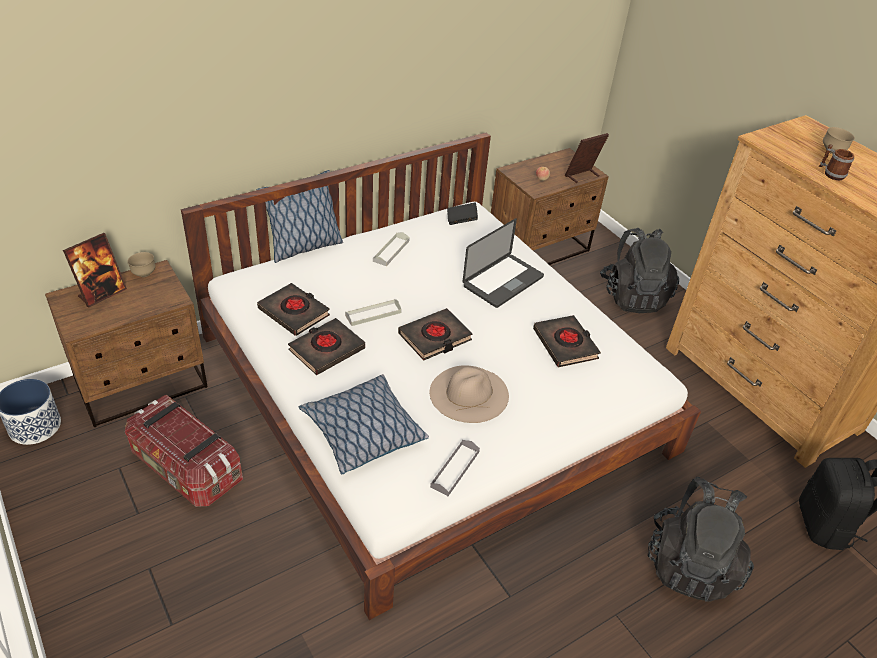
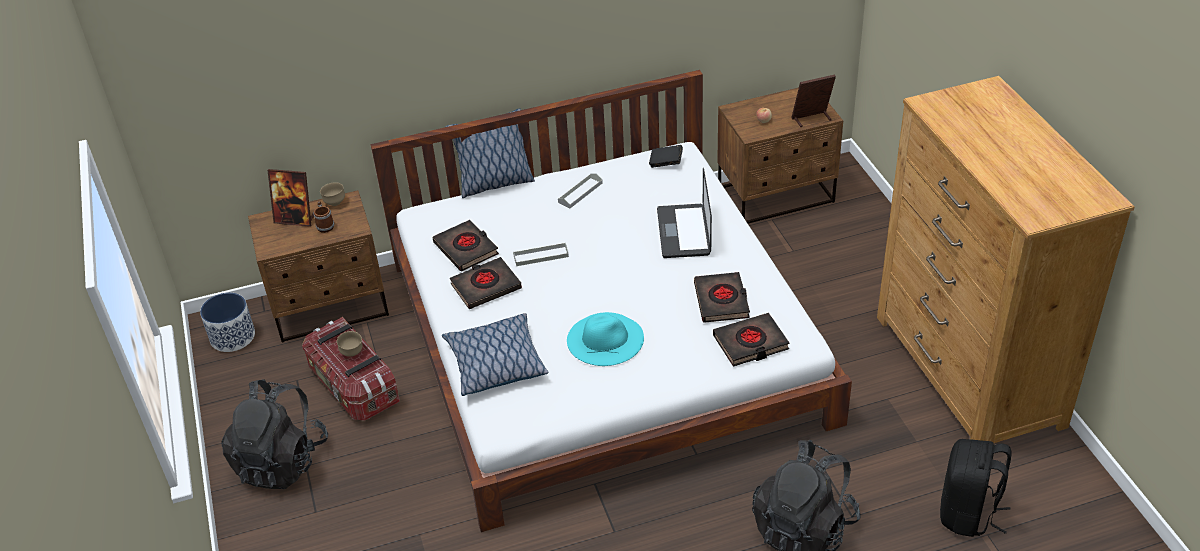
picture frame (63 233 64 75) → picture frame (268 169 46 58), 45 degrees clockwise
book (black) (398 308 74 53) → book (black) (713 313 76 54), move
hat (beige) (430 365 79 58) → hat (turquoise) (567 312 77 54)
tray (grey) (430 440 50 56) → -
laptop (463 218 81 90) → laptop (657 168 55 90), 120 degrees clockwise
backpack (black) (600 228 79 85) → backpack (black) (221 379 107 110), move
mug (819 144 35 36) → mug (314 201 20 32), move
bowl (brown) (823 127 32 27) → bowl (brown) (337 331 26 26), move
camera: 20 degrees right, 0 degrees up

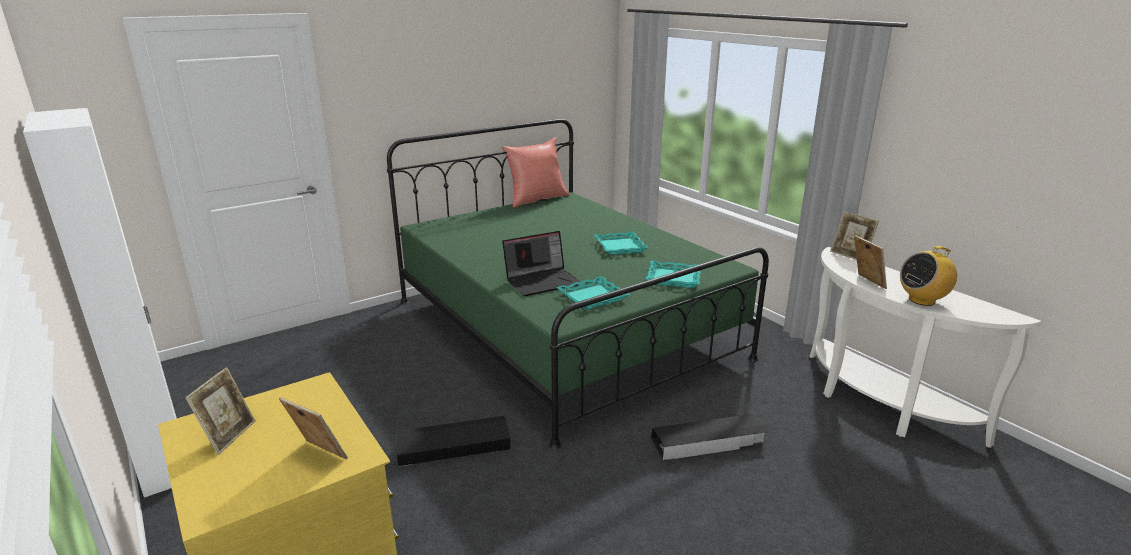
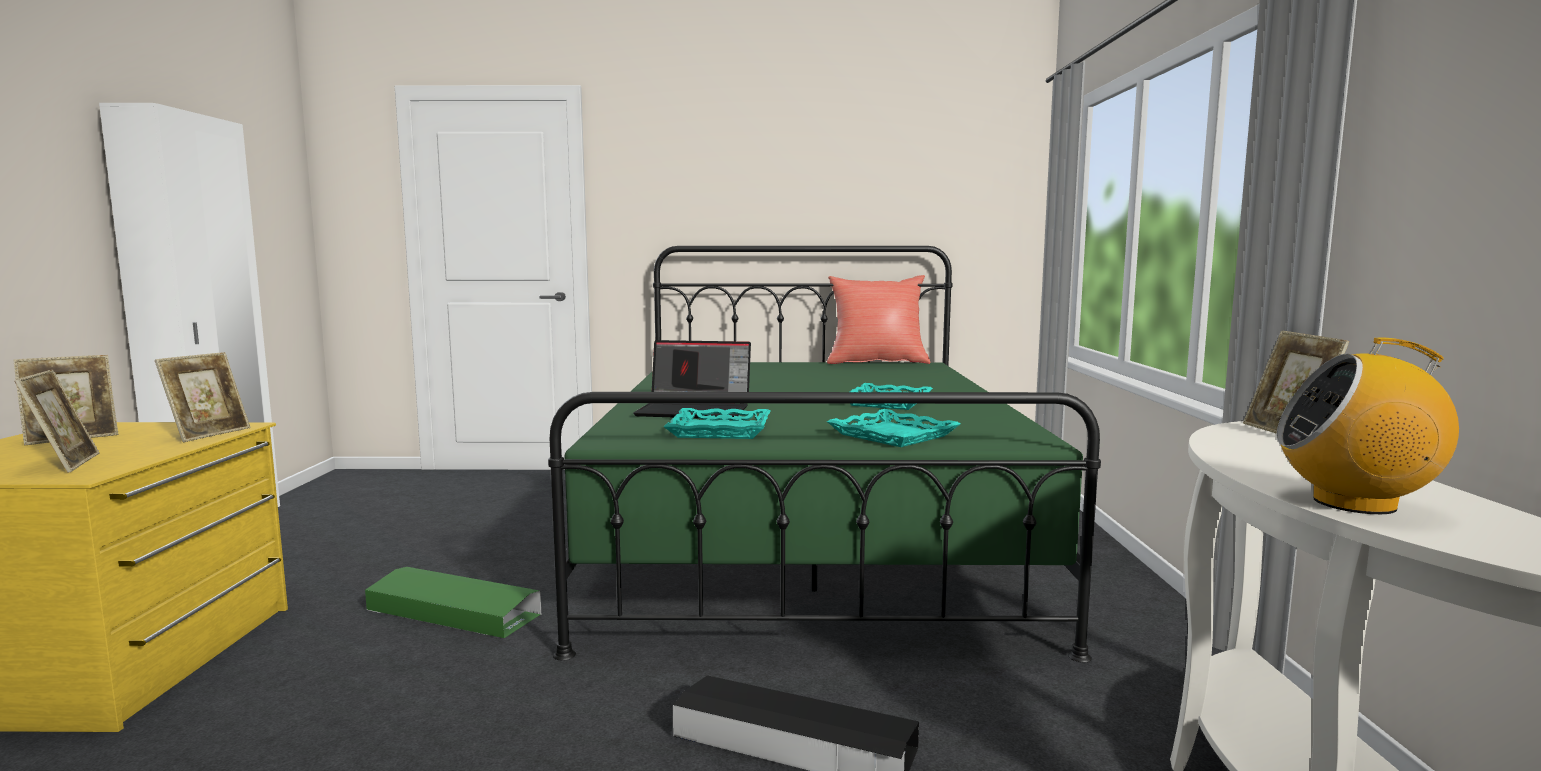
storage box (black) (396 416 115 51) → storage box (green) (365 567 176 71)
picture frame (854 235 33 54) → picture frame (155 352 95 90), move
camera: 35 degrees right, 15 degrees down

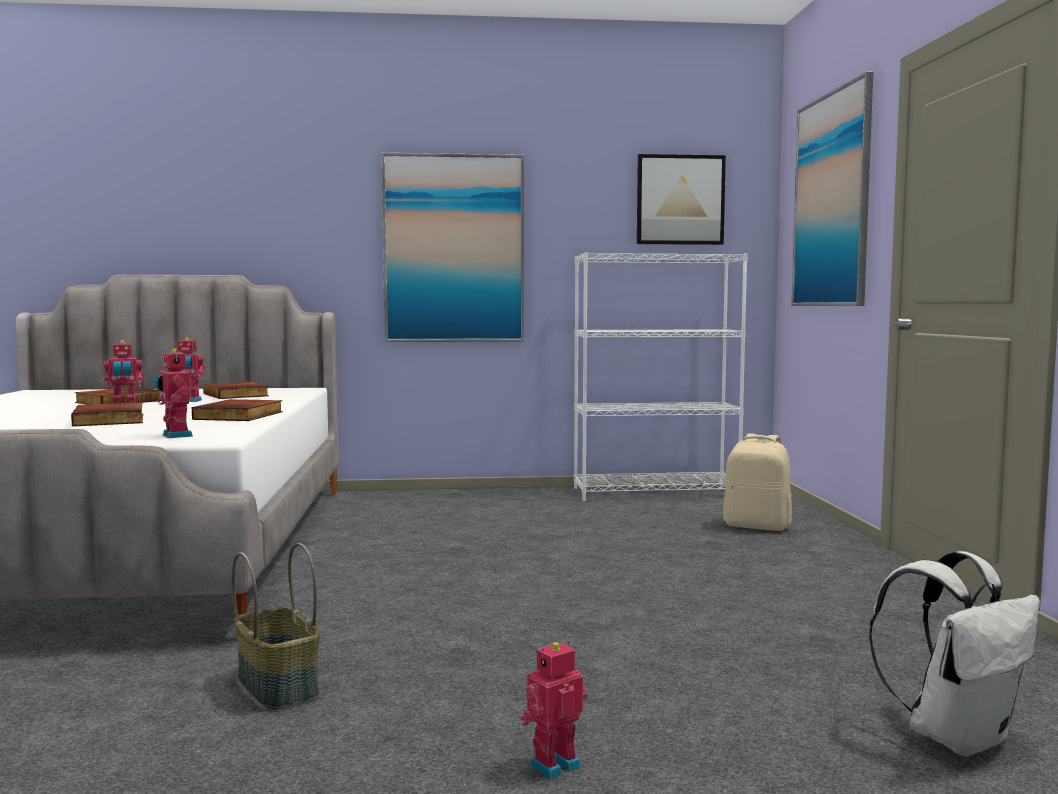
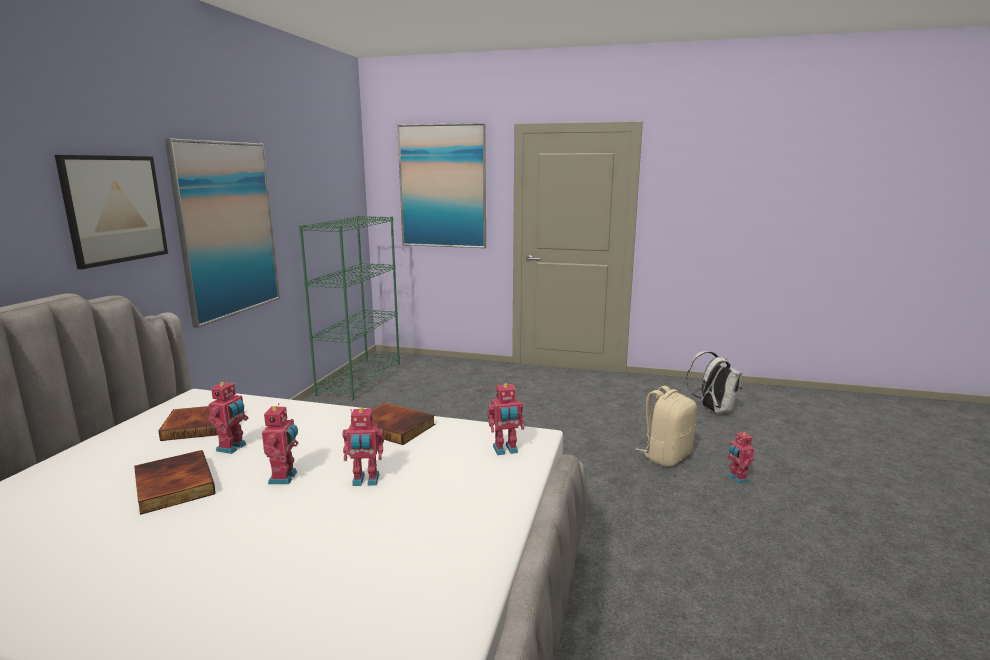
book (71 402 72 25) → toy robot (342 408 42 78)
basket (232 543 88 167) → -
bookcase (white) (574 252 174 249) → bookcase (green) (299 216 101 184)
picture (637 154 89 91) → picture (55 155 113 114), move
backpack (beige) (723 433 69 98) → backpack (beige) (635 386 62 81), move
camera: 70 degrees left, 10 degrees up

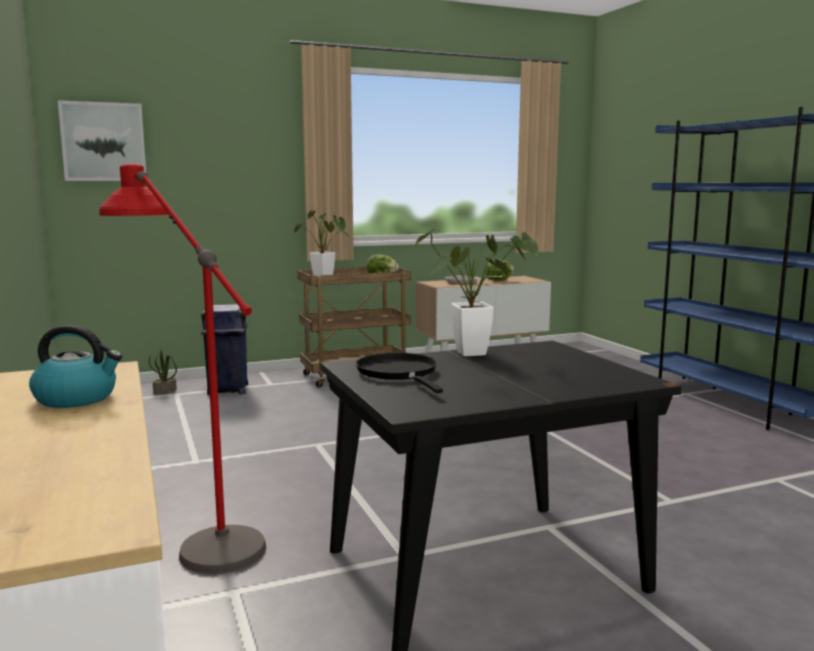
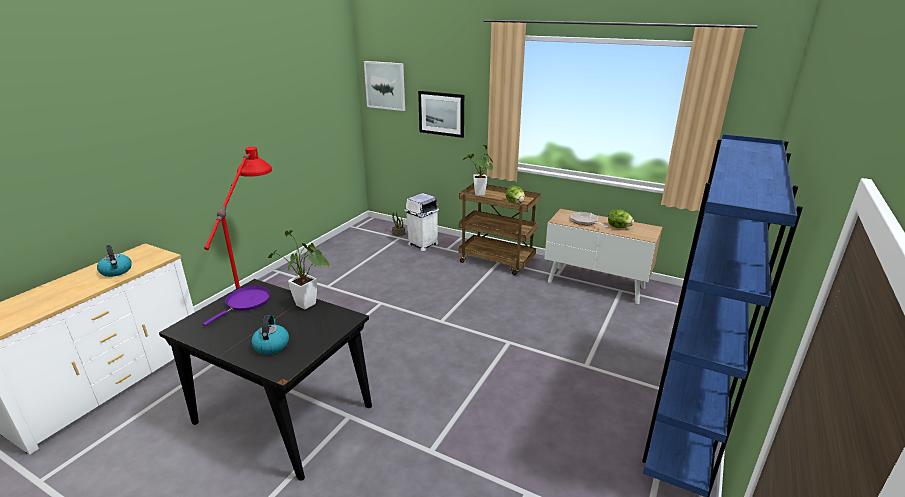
trash can (blue) (201 304 47 91) → trash can (white) (404 193 35 58)
frying pan (black) (356 353 87 40) → frying pan (purple) (203 286 67 40)
- → kettle (251 315 38 40)
- → picture (418 91 46 47)
camera: 50 degrees right, 15 degrees up

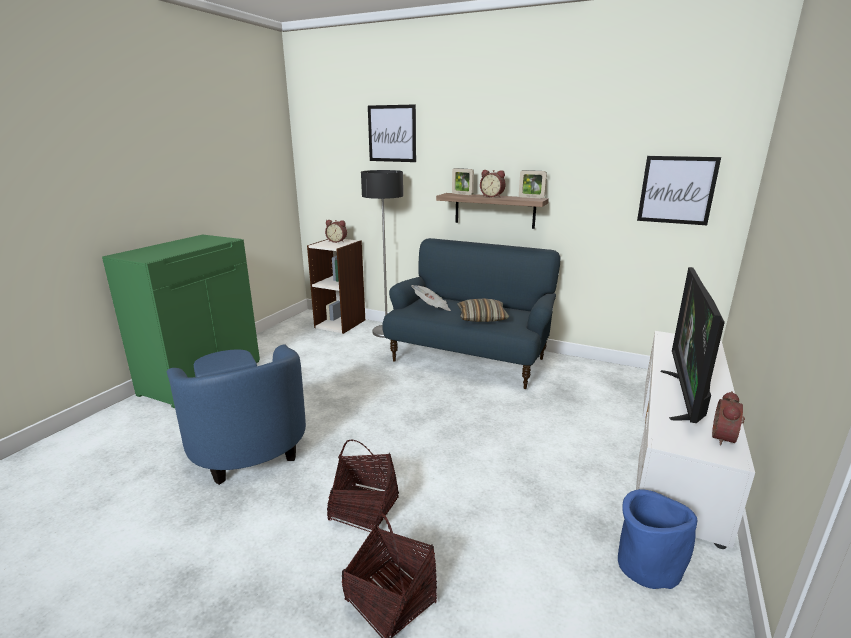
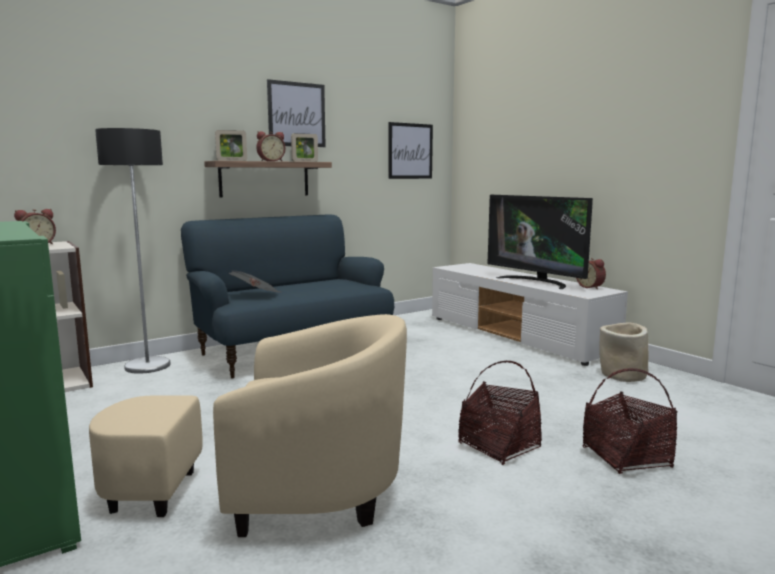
armchair (blue) (167 345 139 140) → armchair (beige) (89 314 318 223)
picture (368 104 48 58) → picture (267 79 59 68), move
pillow (457 299 52 23) → -
planter (blue) (618 489 79 100) → planter (beige) (599 322 49 60)
camera: 60 degrees left, 10 degrees down

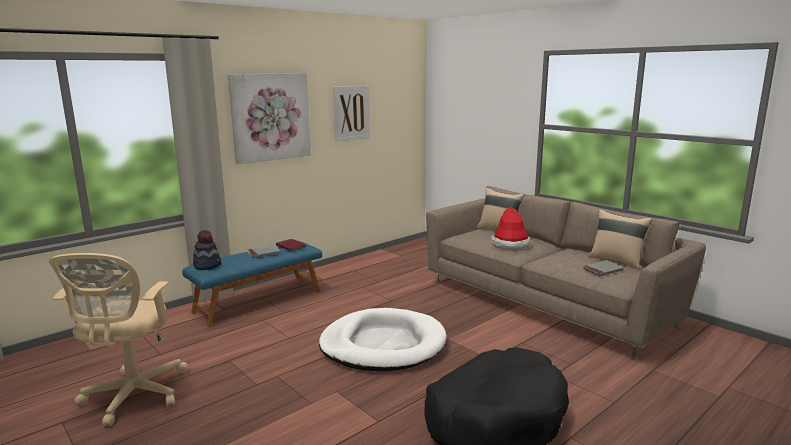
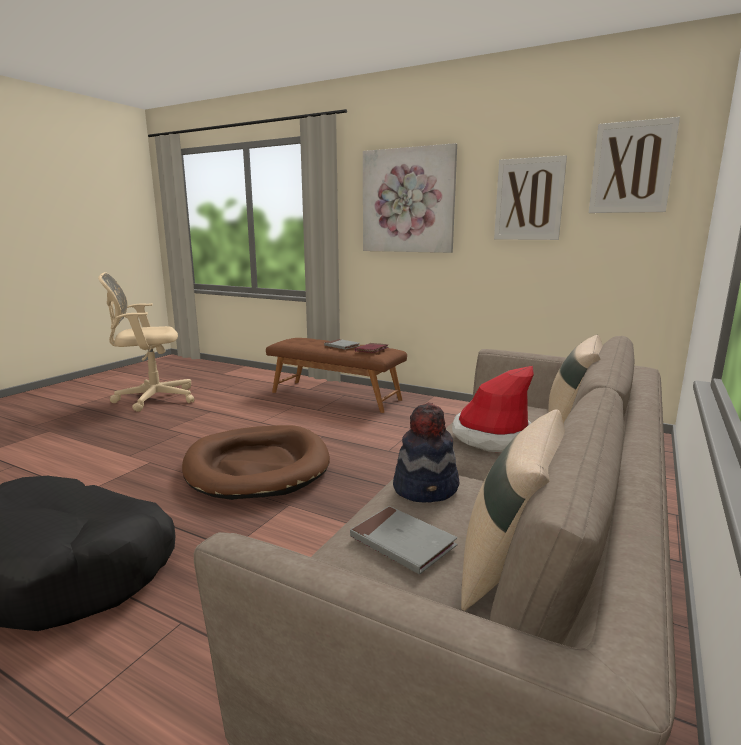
bench (blue) (182 241 140 86) → bench (brown) (266 338 141 75)
hat (193 230 28 40) → hat (393 402 67 100), move
dog bed (white) (319 308 128 63) → dog bed (brown) (182 425 148 75)
- → picture (589 117 91 96)
camera: 70 degrees right, 0 degrees up

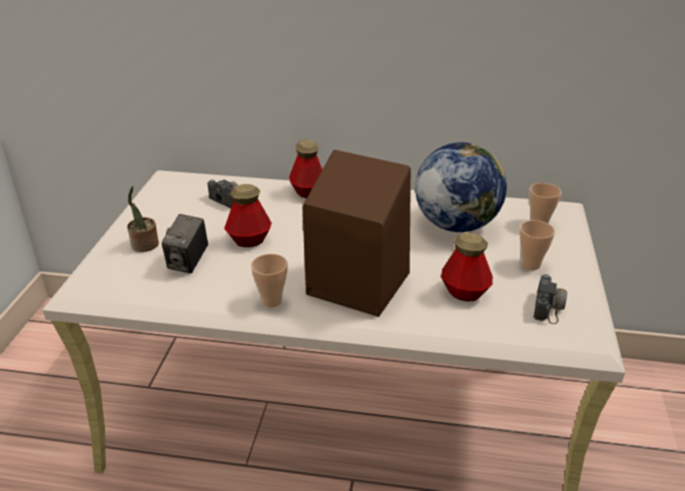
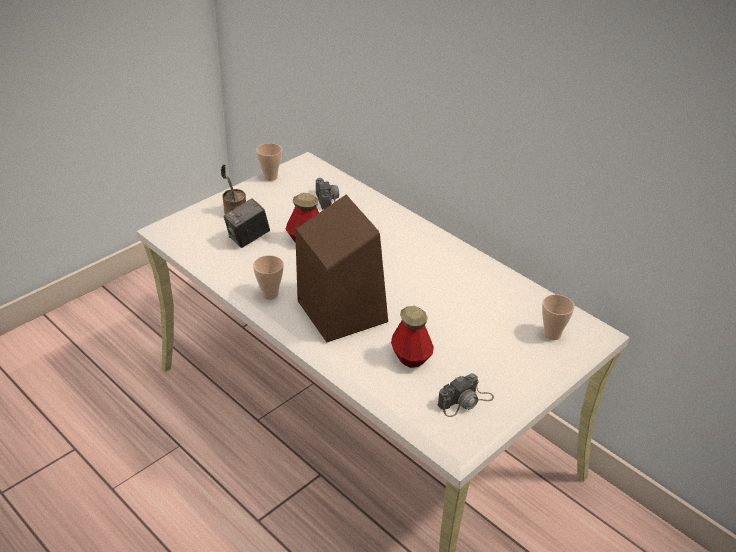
bottle (289 140 33 58) → -
globe (415 142 92 90) → -
cup (520 220 35 50) → cup (256 143 26 38), move
camera: 35 degrees right, 5 degrees up

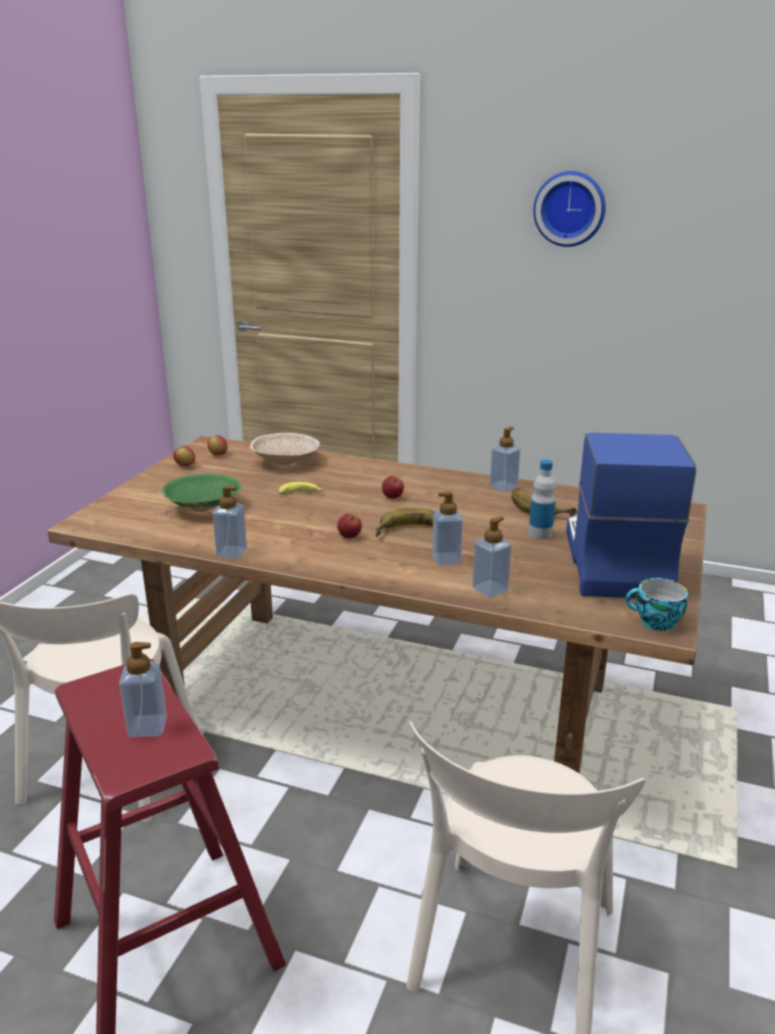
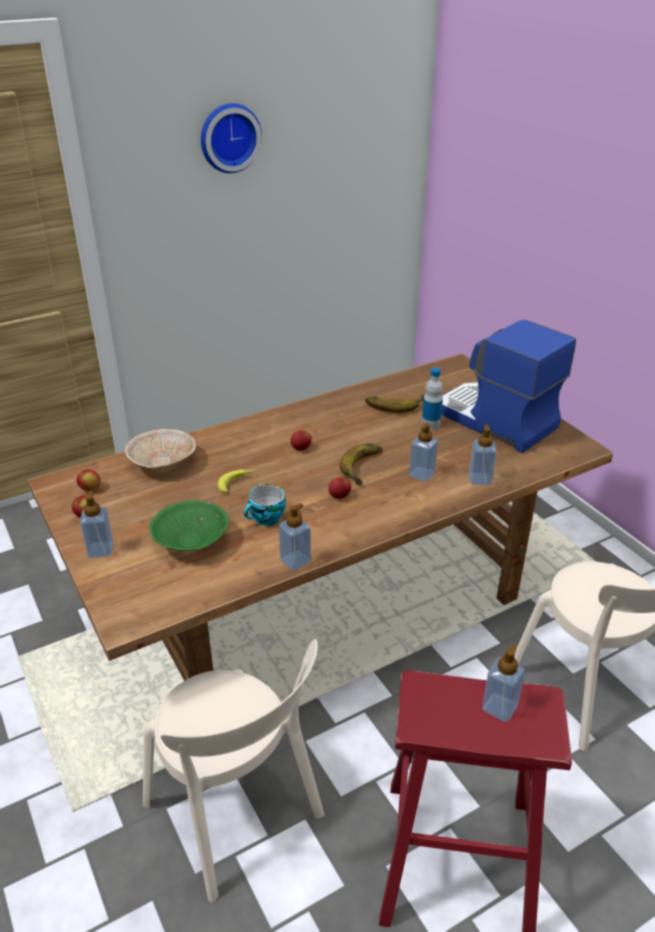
soap dispenser (490 427 30 65) → soap dispenser (80 491 34 67), move
cup (626 578 62 53) → cup (244 484 42 42), move
camera: 50 degrees left, 10 degrees up

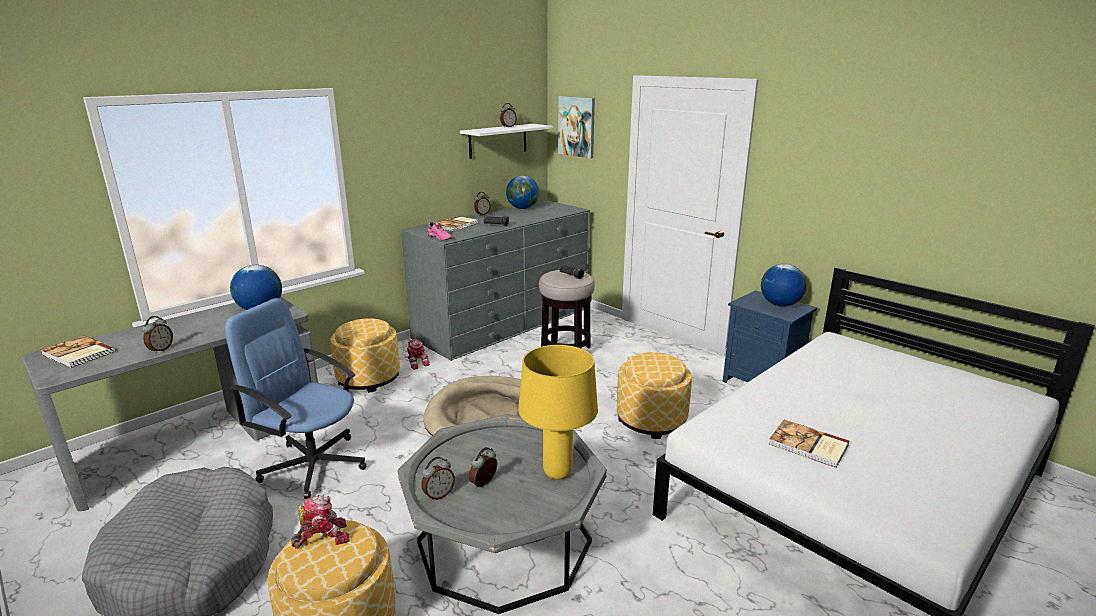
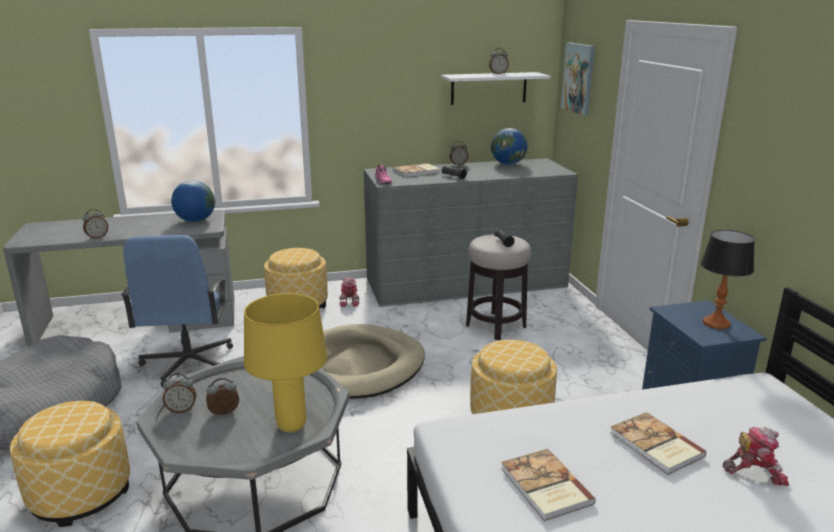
book (40 335 75 33) → book (610 412 97 63), move
office chair (blue) (225 298 142 201) → office chair (blue) (121 235 112 152), 150 degrees counterclockwise
toy robot (291 495 59 54) → toy robot (723 427 66 59), move
globe (761 264 46 43) → table lamp (701 230 54 99)
camera: 30 degrees right, 0 degrees up

